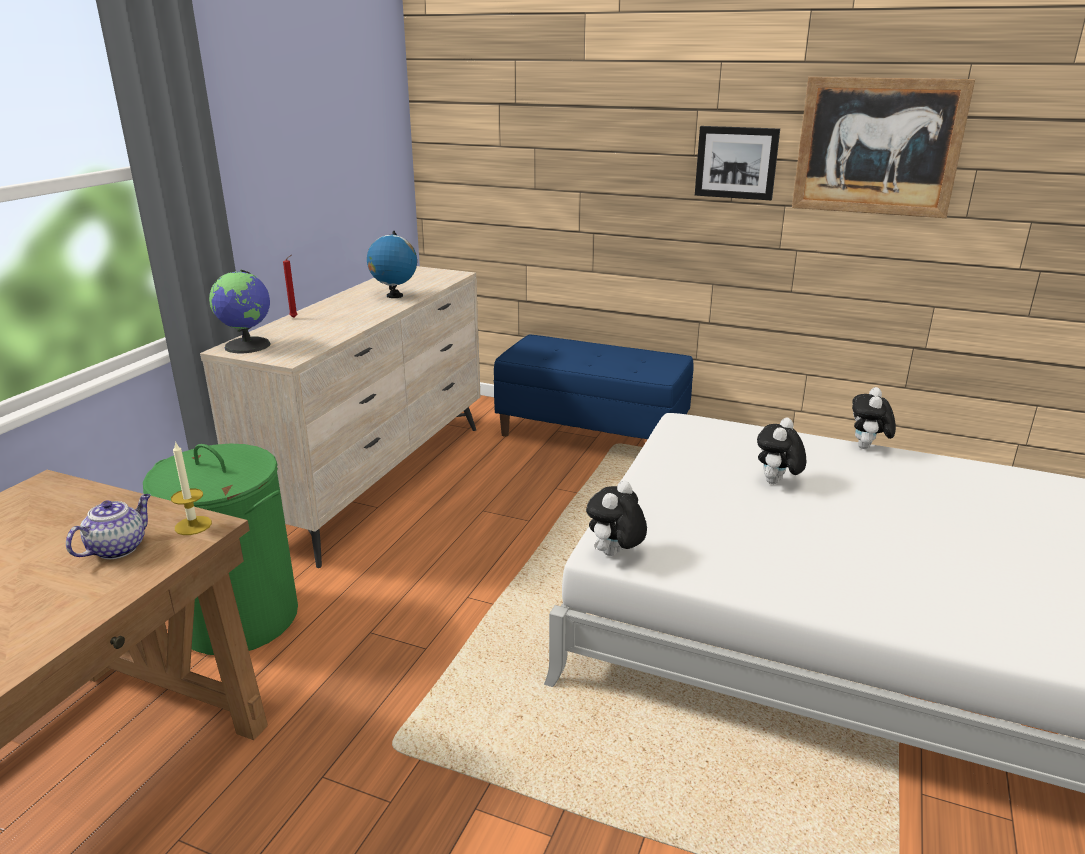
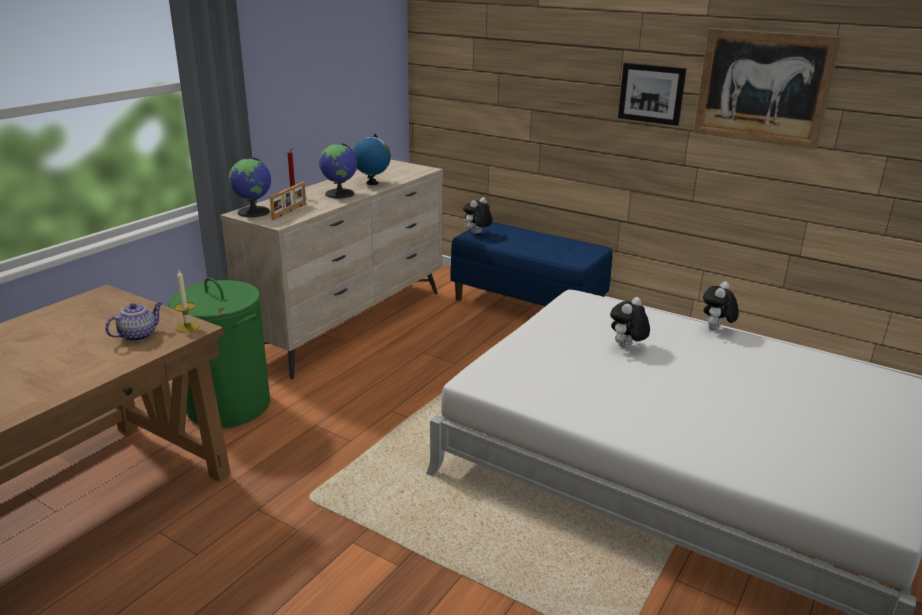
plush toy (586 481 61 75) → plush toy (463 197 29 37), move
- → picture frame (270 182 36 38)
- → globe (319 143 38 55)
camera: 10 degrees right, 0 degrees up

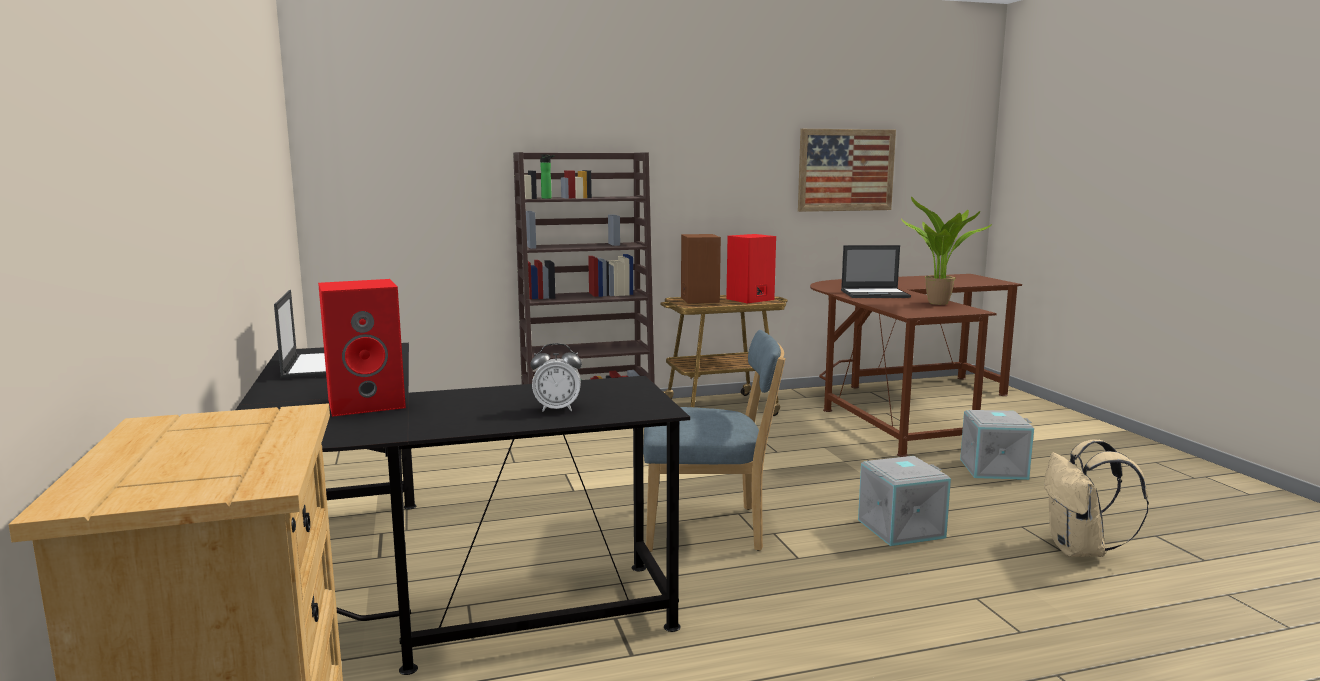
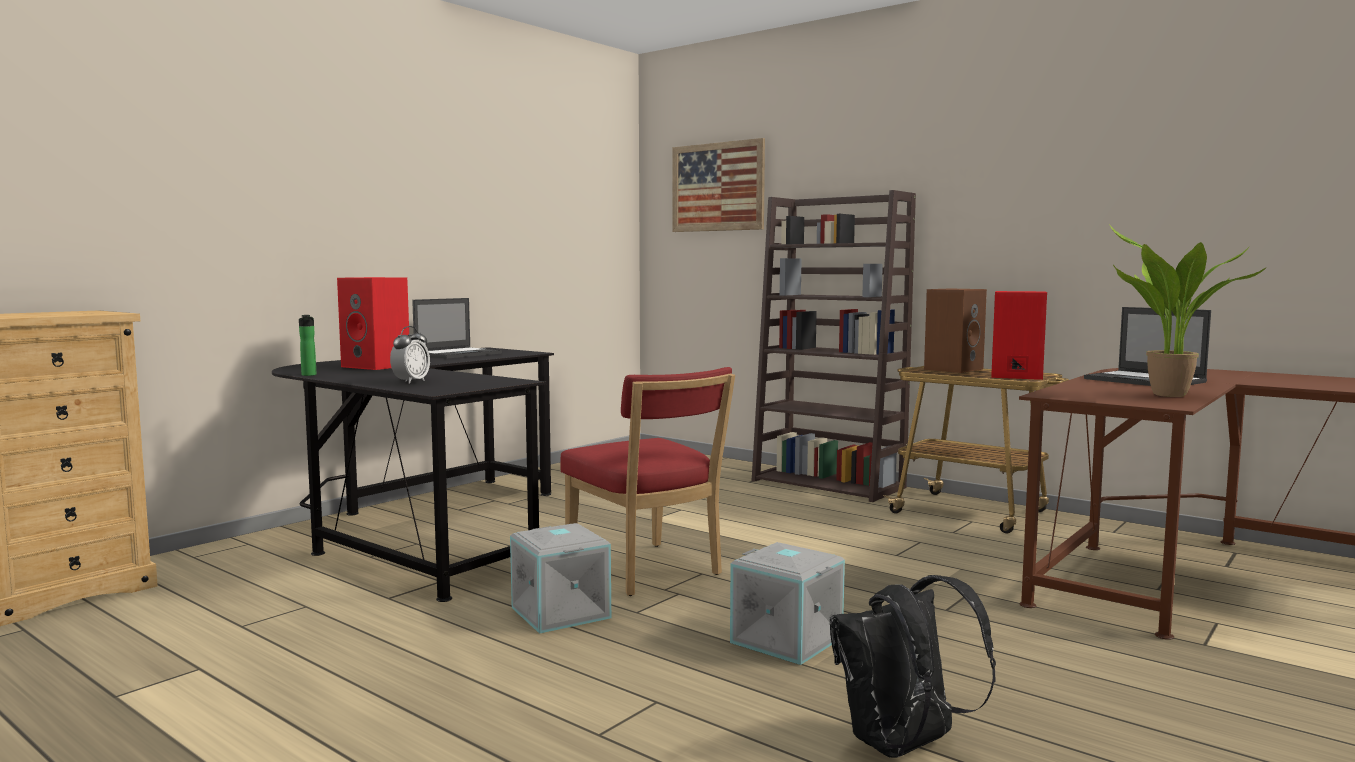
alarm clock (530 343 52 69) → alarm clock (390 326 40 58), 120 degrees counterclockwise
bottle (540 154 15 45) → bottle (299 315 18 61), move
chair (blue) (643 330 143 222) → chair (red) (560 367 175 229)
picture (798 129 98 83) → picture (672 138 93 94), move
storage box (grey) (960 410 74 70) → storage box (grey) (510 523 101 111), move
backpack (beige) (1044 439 105 118) → backpack (black) (830 575 166 183)
camera: 55 degrees right, 5 degrees down

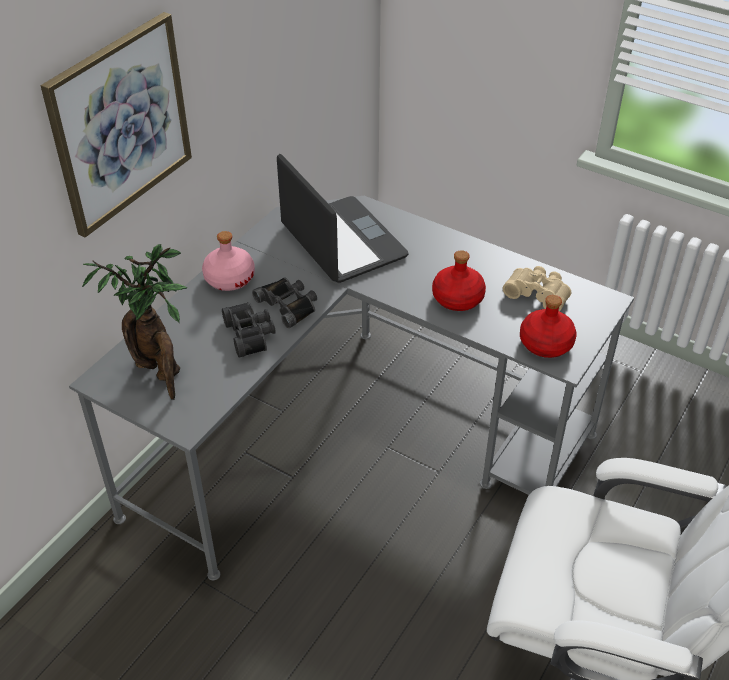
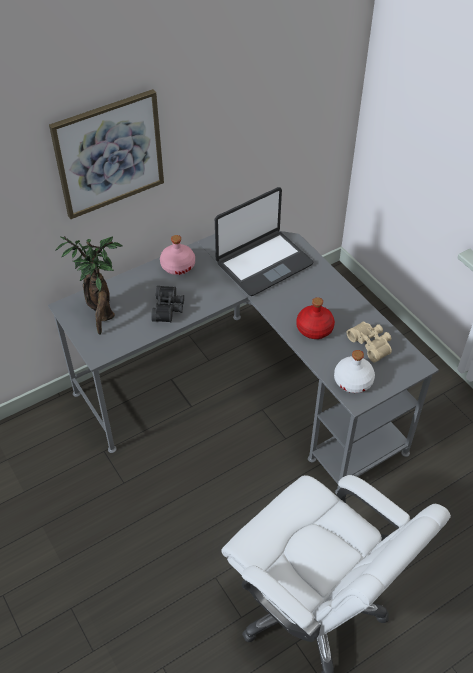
binoculars (black) (252 277 65 51) → -
laptop (277 154 132 129) → laptop (215 187 99 109), 60 degrees clockwise
bottle (red) (520 295 57 63) → bottle (white) (334 350 41 43)
camera: 25 degrees right, 5 degrees up

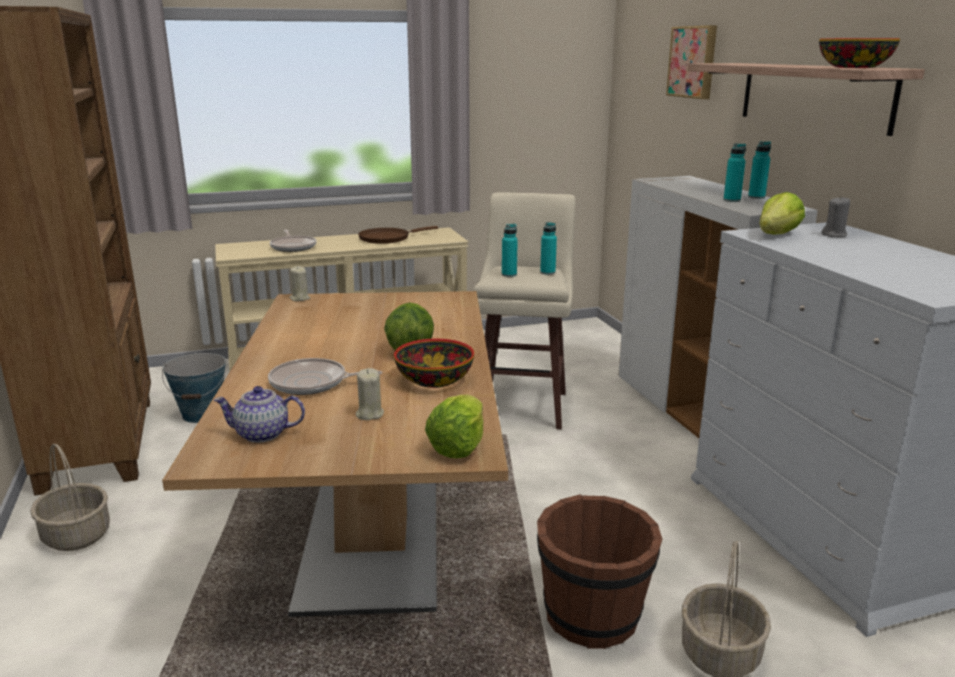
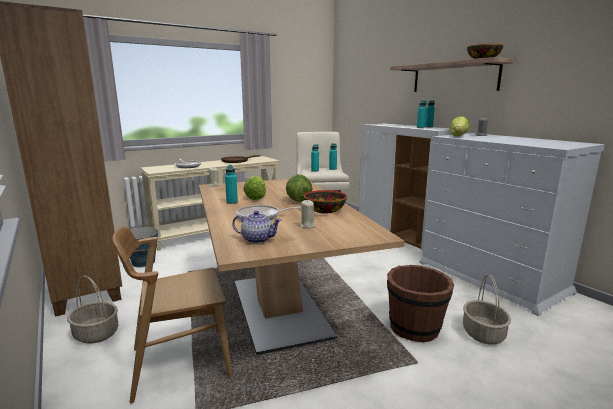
teapot (214 386 91 57) → teapot (232 211 49 33), 150 degrees counterclockwise
lettuce (425 394 58 64) → lettuce (243 176 23 24), move
picture (666 25 51 74) → -
- → chair (brown) (112 226 120 178)
- → bottle (turquoise) (225 165 13 39)
camera: 15 degrees left, 5 degrees down

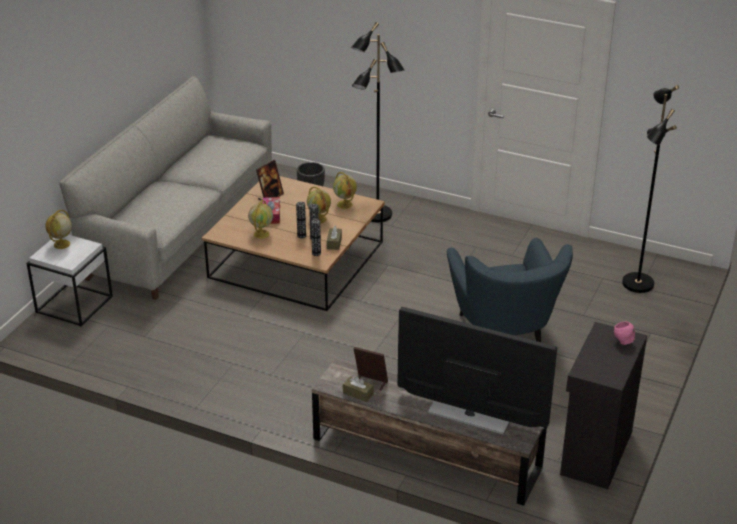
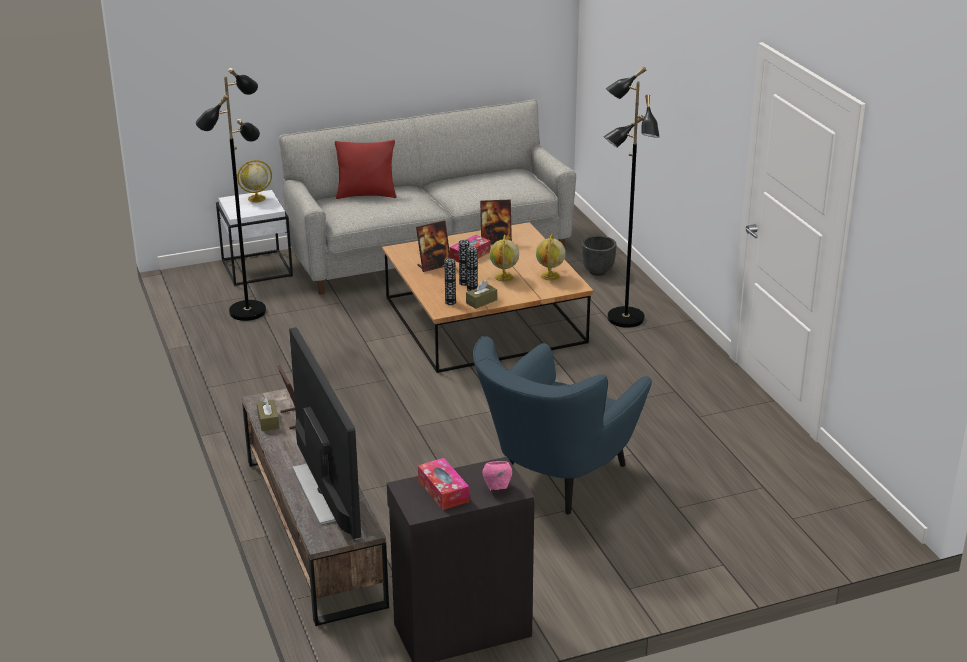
globe (248 200 25 39) → picture frame (416 220 35 52)
floor lamp (black) (622 85 57 208) → floor lamp (black) (196 68 70 253), move
- → pillow (red) (335 140 62 59)
- → tissue box (418 458 51 52)
camera: 45 degrees right, 5 degrees down

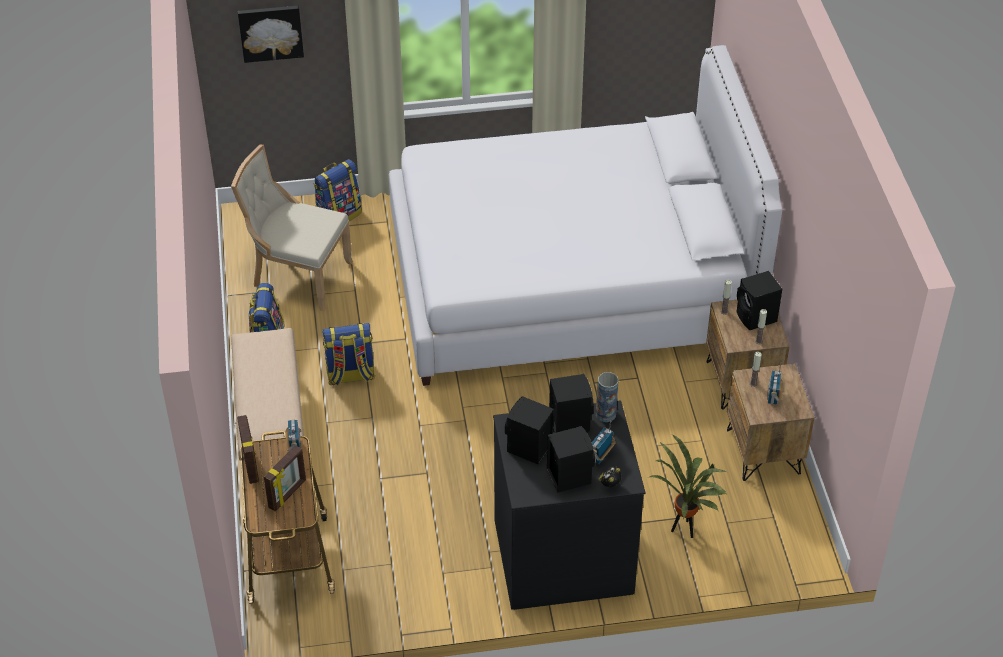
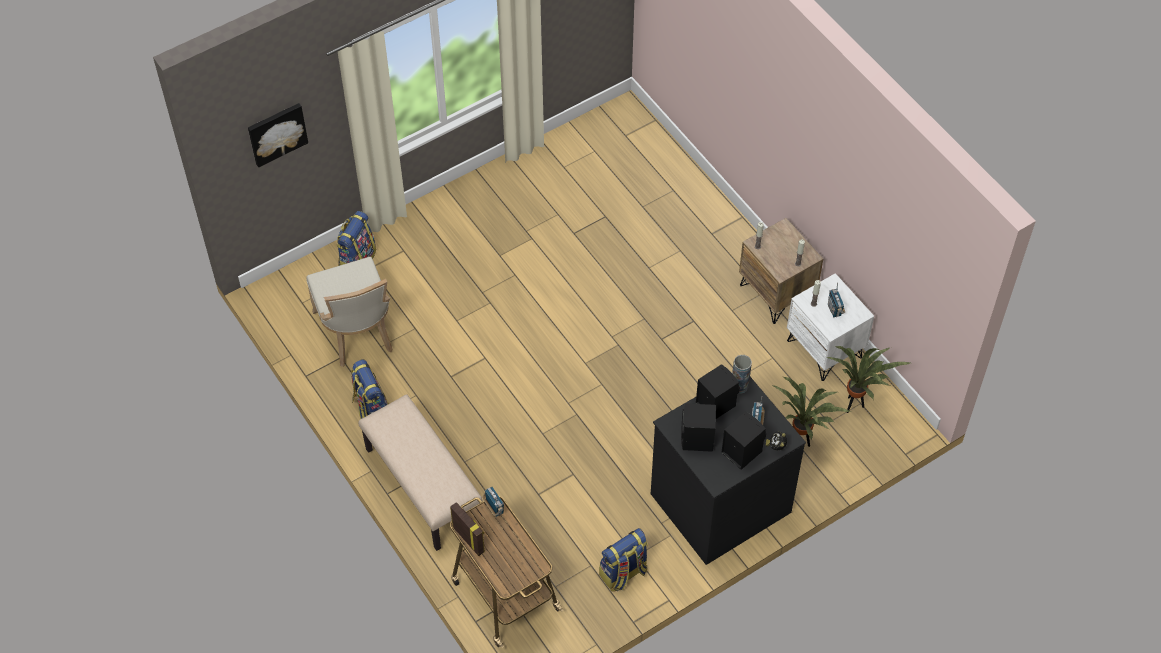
chair (beige) (231 144 122 167) → chair (beige) (306 257 87 110), 105 degrees counterclockwise
picture frame (264 445 42 66) → -
backpack (322 323 53 63) → backpack (599 528 49 64), move
bed (white) (389 45 393 341) → -
nightstand (brown) (727 363 88 118) → nightstand (white) (787 273 87 108)
speaker (black) (736 271 46 59) → -
- → potted plant (826 346 84 67)
camera: 25 degrees left, 10 degrees up

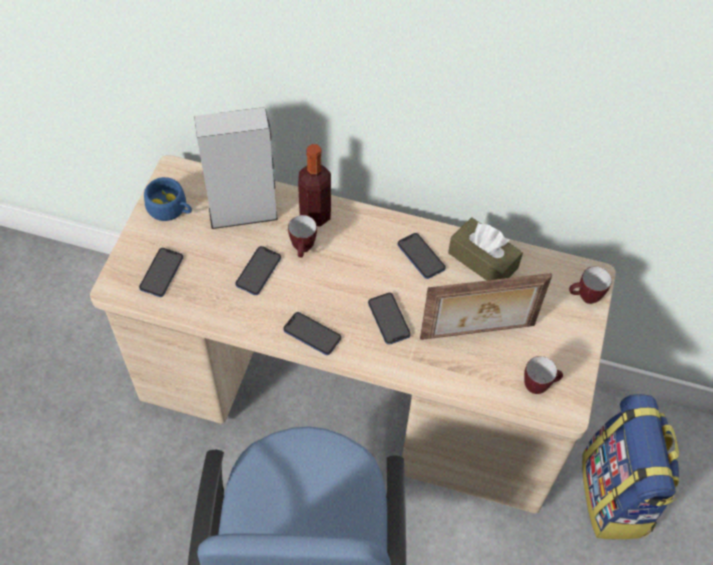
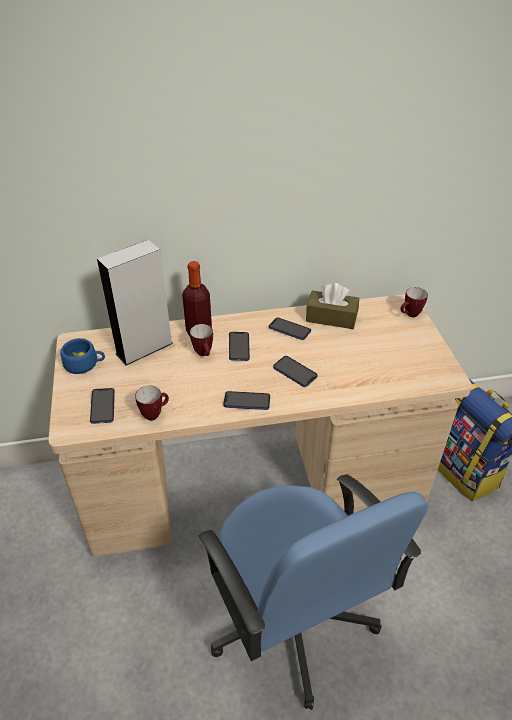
phone (235 246 46 49) → phone (229 332 21 29), move
picture frame (420 273 132 67) → -
mug (524 356 39 38) → mug (135 385 34 36), move
camera: 25 degrees left, 15 degrees down

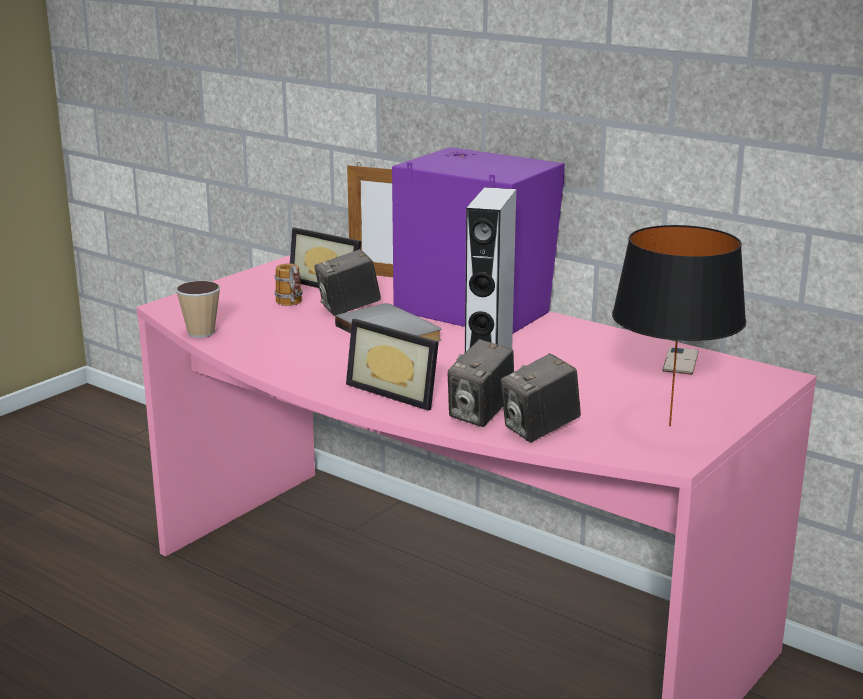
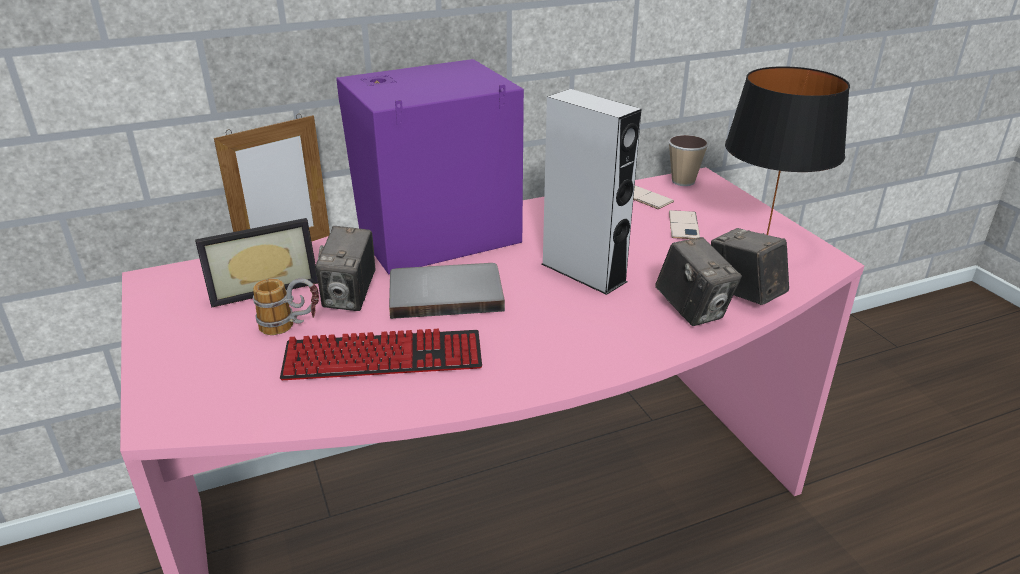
cup (175 281 46 57) → cup (668 135 40 51), move
picture frame (346 319 93 92) → -
photo camera (500 353 81 89) → photo camera (711 228 78 77), 150 degrees clockwise
- → keyboard (280 329 202 51)
- → phone (669 210 31 29)
camera: 60 degrees left, 10 degrees up

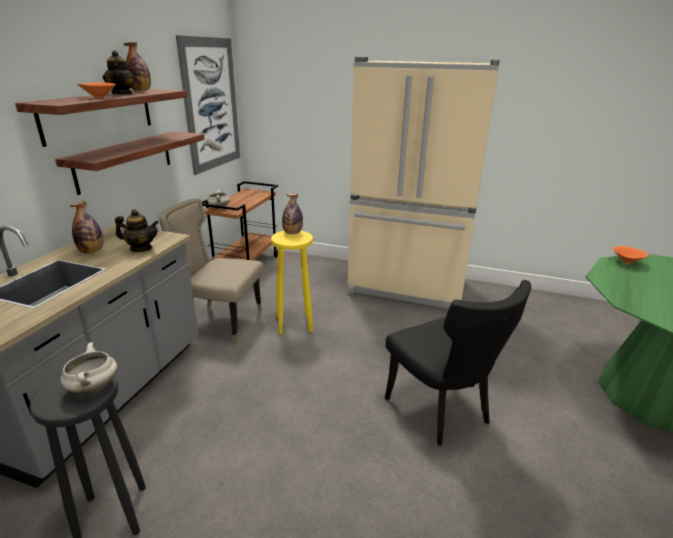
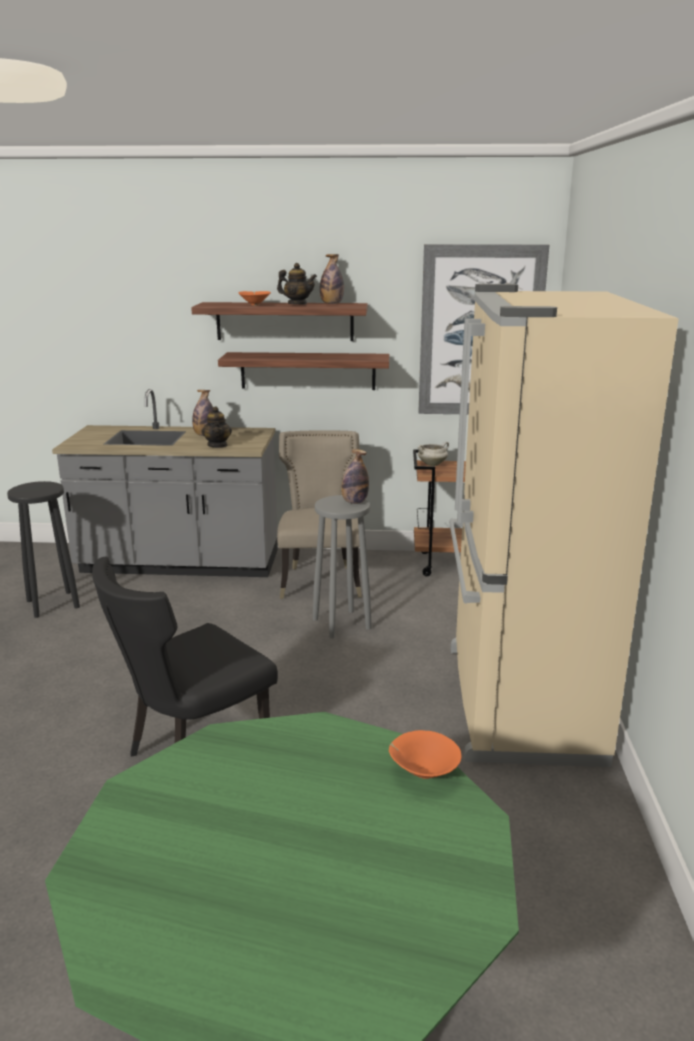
cooking pot (white) (61 342 56 52) → -
teapot (103 51 33 44) → teapot (277 263 40 41), 120 degrees counterclockwise
stool (yellow) (271 231 42 103) → stool (grey) (313 495 59 143)
camera: 75 degrees right, 5 degrees down

